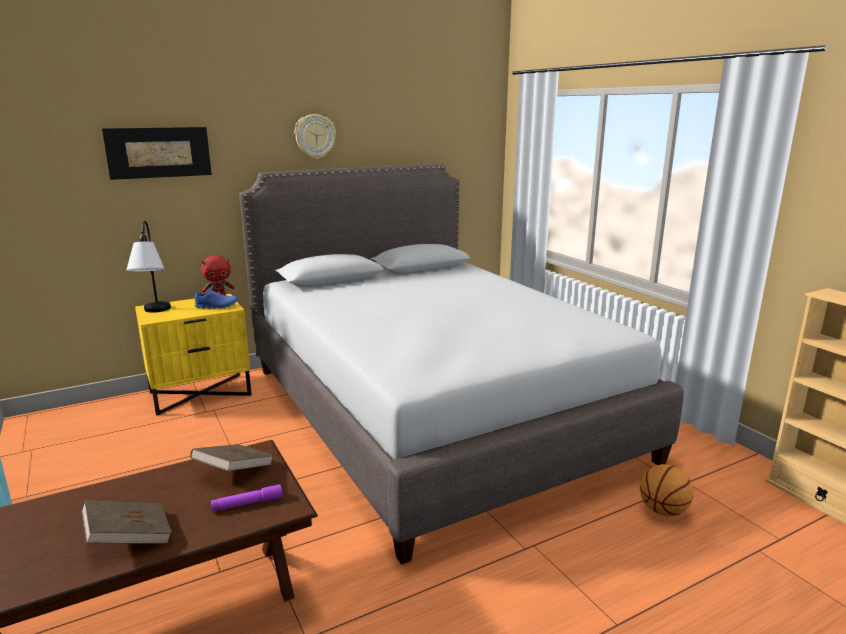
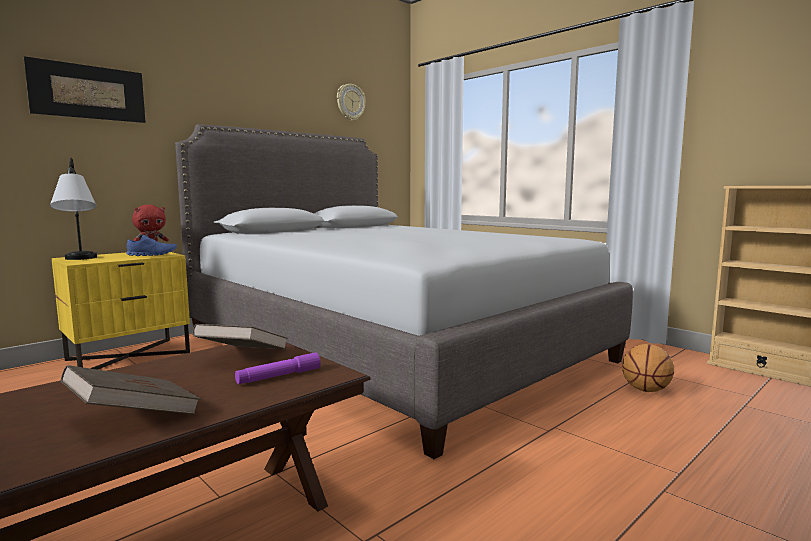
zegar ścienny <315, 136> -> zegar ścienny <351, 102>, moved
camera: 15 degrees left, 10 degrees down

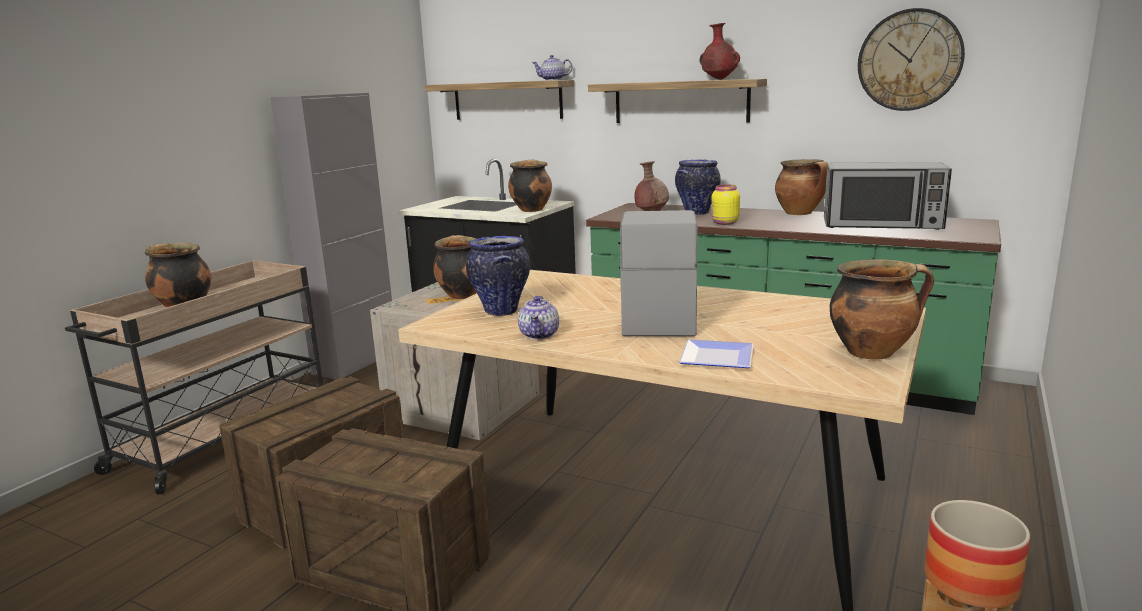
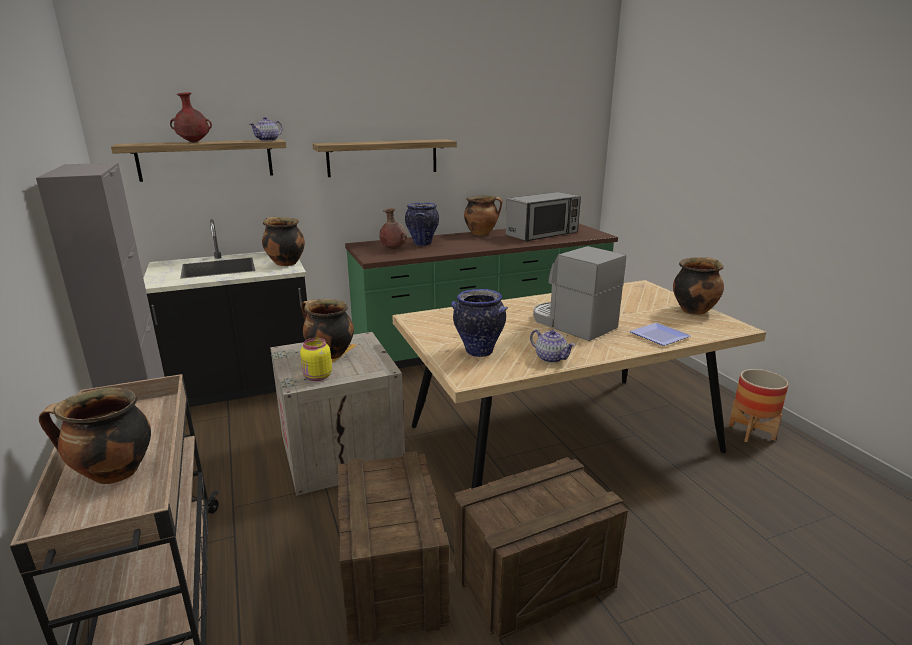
zegar ścienny <911, 59> -> none
wazon (czerwony) <719, 51> -> wazon (czerwony) <191, 117>, moved
słoik (żółty) <725, 204> -> słoik (żółty) <316, 359>, moved
camera: 50 degrees left, 5 degrees up

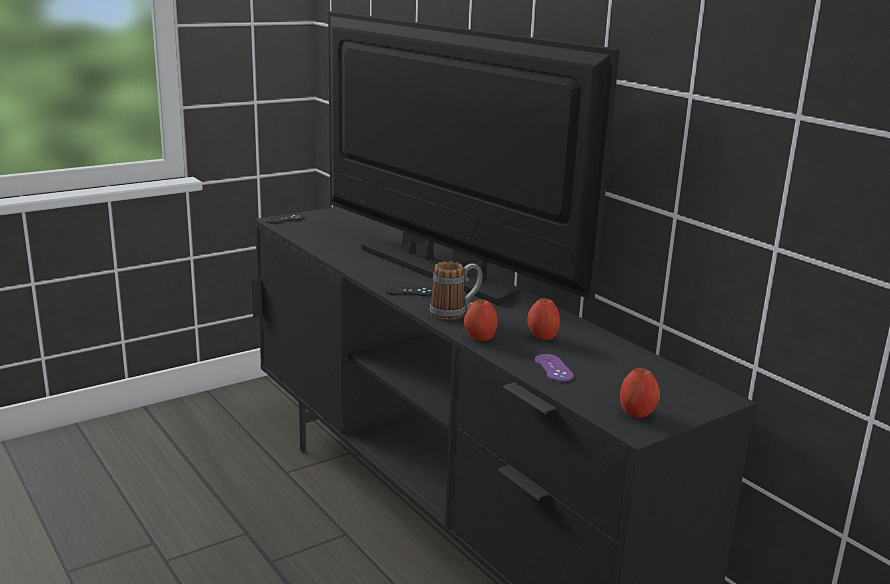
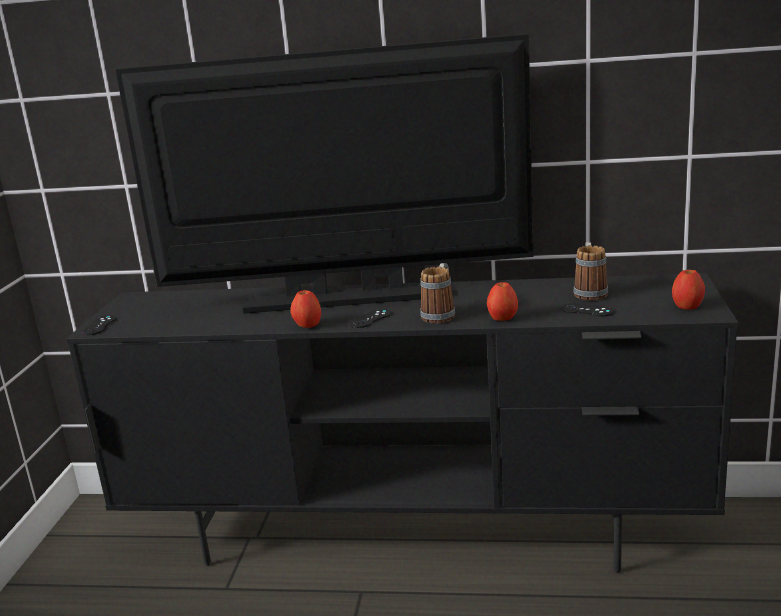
jabłko <543, 319> -> jabłko <305, 309>, moved
pad do gier (fioletowy) <554, 368> -> pad do gier (czarny) <587, 309>
none -> kubek <590, 271>
camera: 45 degrees left, 0 degrees up

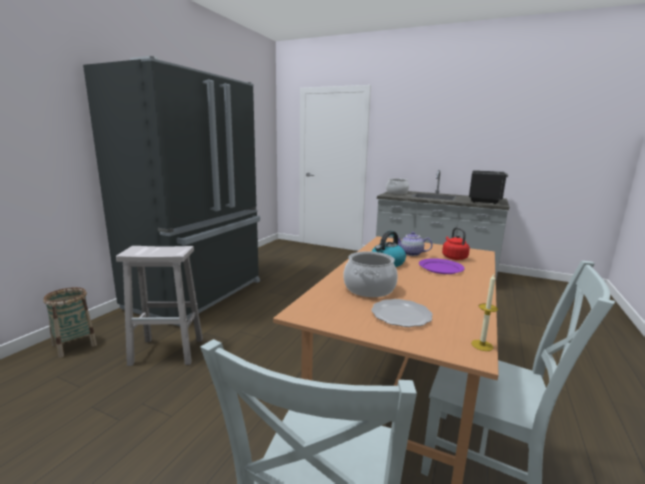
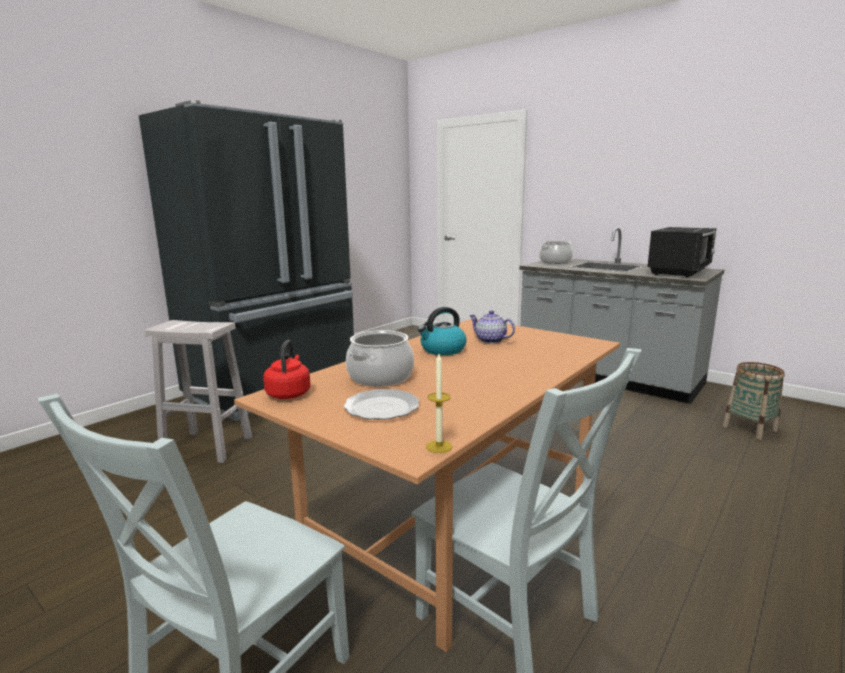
czajnik (czerwony) <456, 243> -> czajnik (czerwony) <286, 369>, moved
talerz (fioletowy) <442, 266> -> none
koszyk <70, 322> -> koszyk <754, 401>, moved
camera: 15 degrees right, 0 degrees up

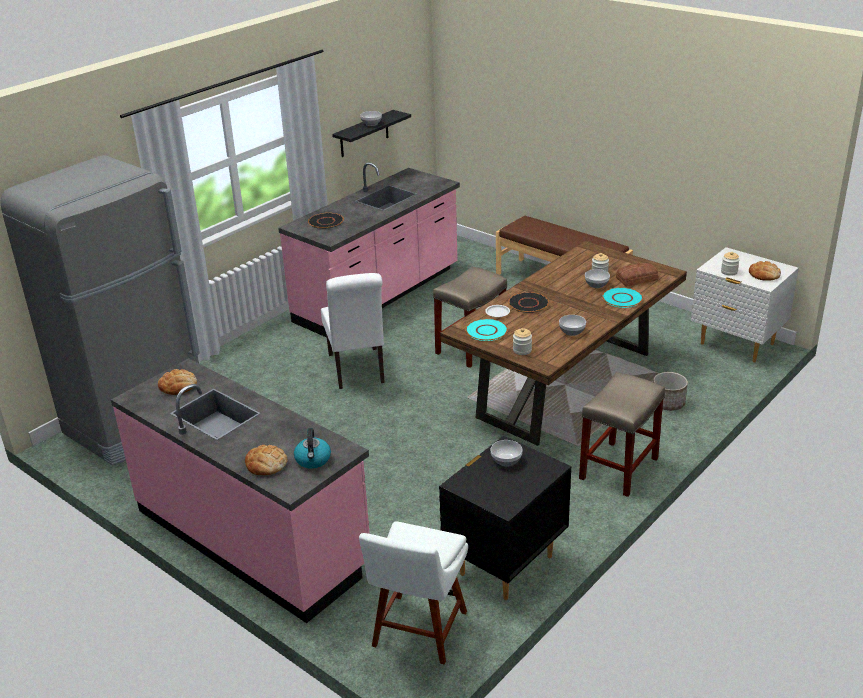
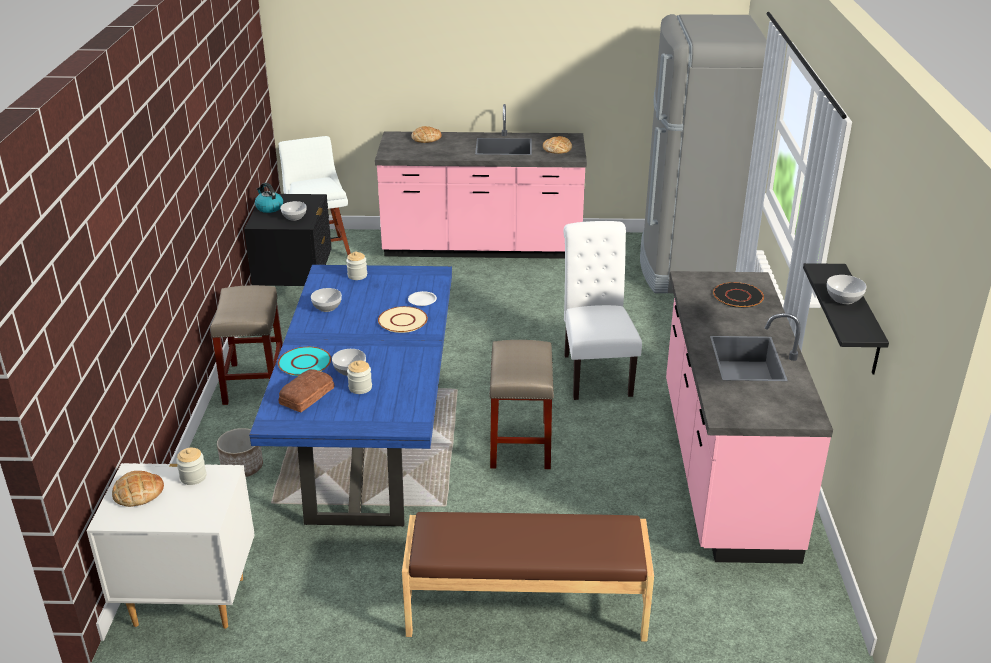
stół jadalny (brązowy) <563, 343> -> stół jadalny (niebieski) <350, 396>
krzesło (biały) <353, 331> -> krzesło (biały) <602, 310>, 45 degrees clockwise
talerz (czarny) <528, 302> -> talerz (beżowy) <403, 319>
talerz (turkusowy) <487, 330> -> none
czajnik <312, 448> -> czajnik <269, 198>, moved
camera: 140 degrees right, 0 degrees up

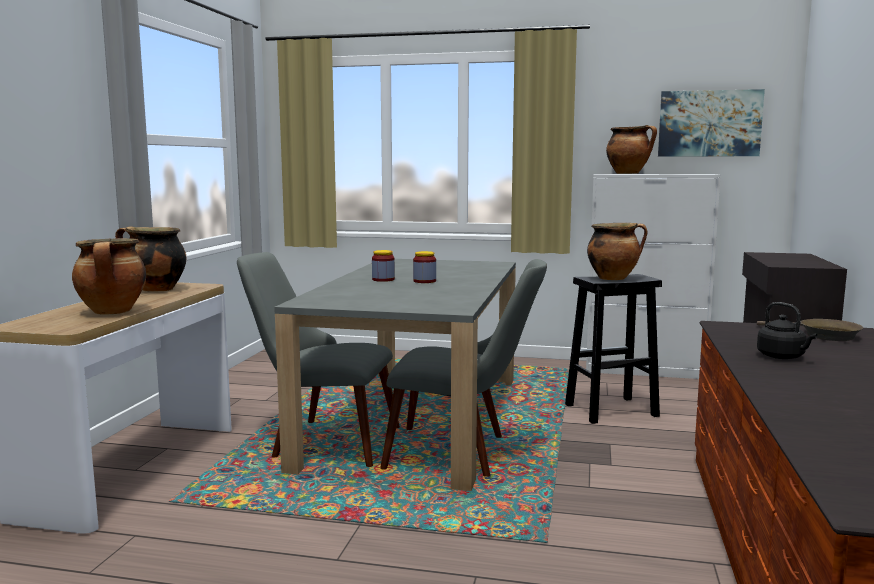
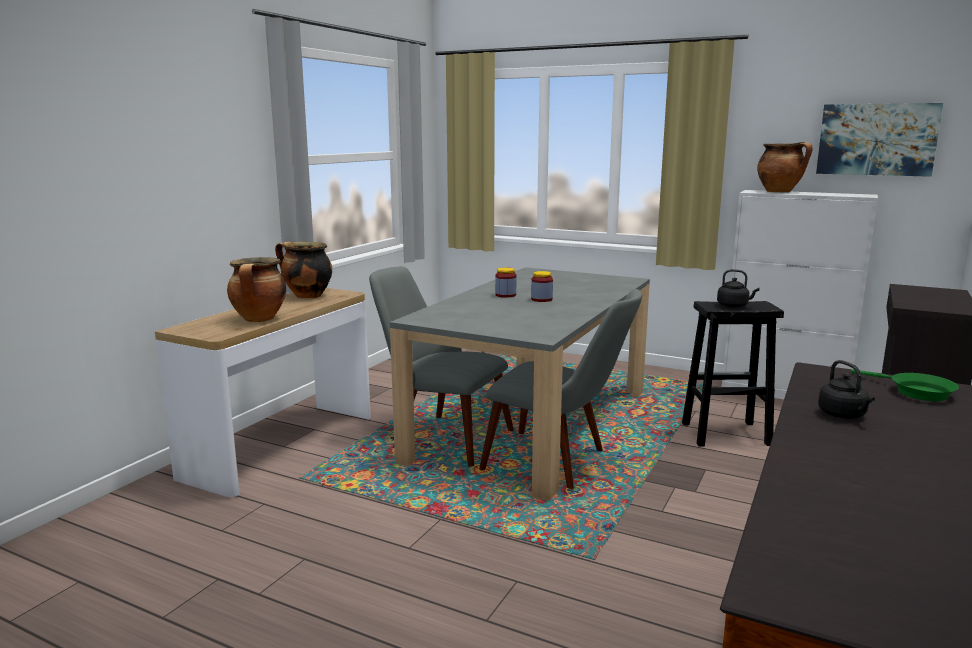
garnek <617, 251> -> czajnik (czarny) <738, 288>
patelnia (brązowy) <810, 330> -> patelnia (zielony) <905, 385>
camera: 15 degrees right, 5 degrees up

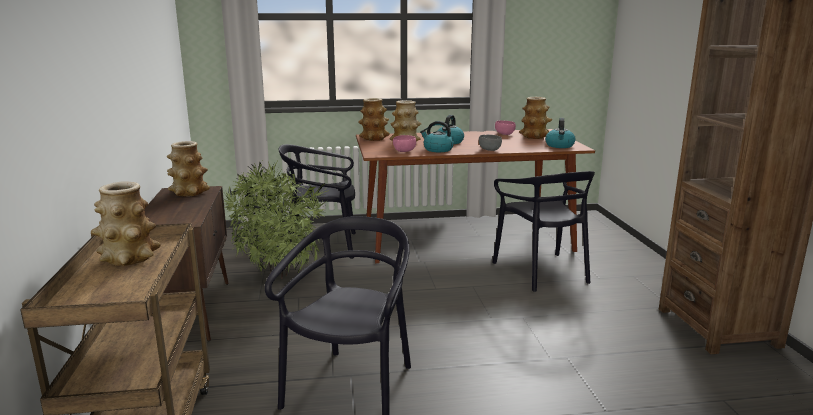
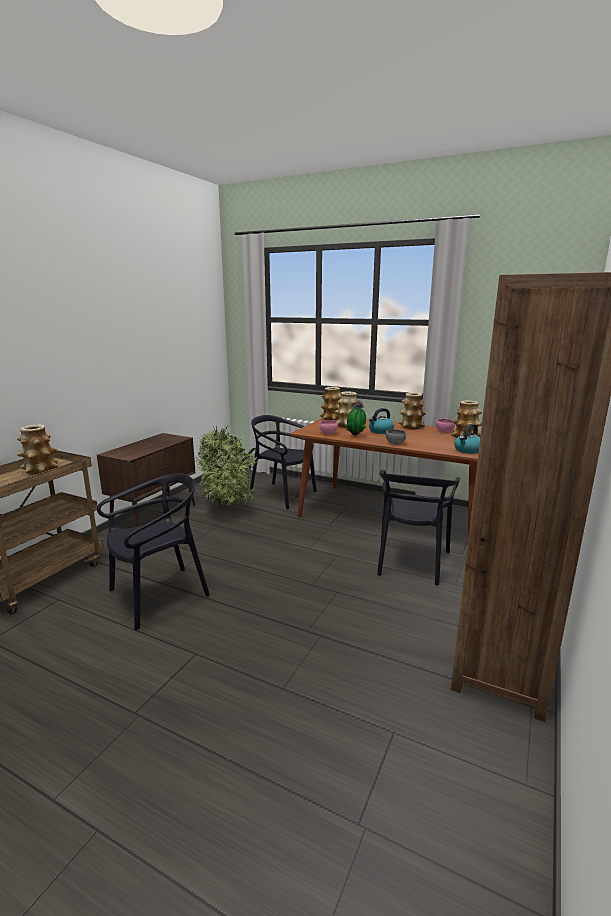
czajnik <437, 136> -> roślina doniczkowa <356, 418>
wazon <188, 169> -> wazon <412, 411>, moved
camera: 35 degrees right, 0 degrees up

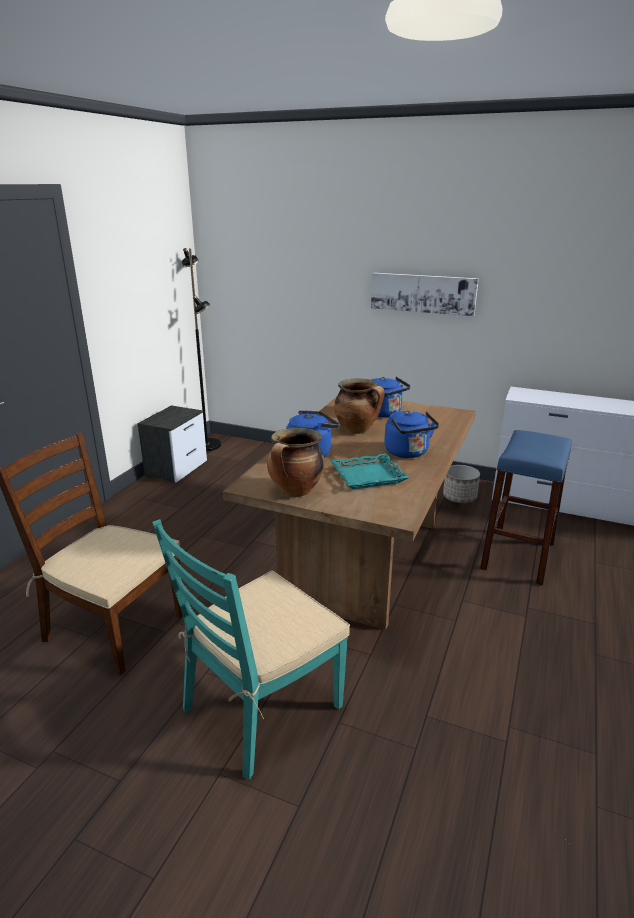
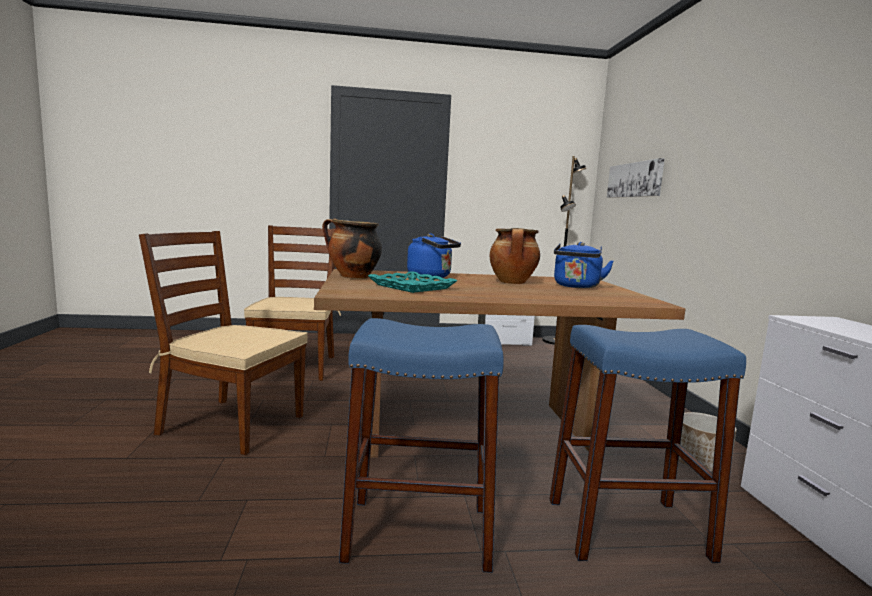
obraz <425, 294> -> obraz <636, 178>, moved
czajnik (niebieski) <411, 434> -> none
krzesło (turkusowy) <251, 649> -> krzesło (brązowy) <223, 343>
none -> stołek (niebieski) <421, 445>
camera: 60 degrees right, 15 degrees down

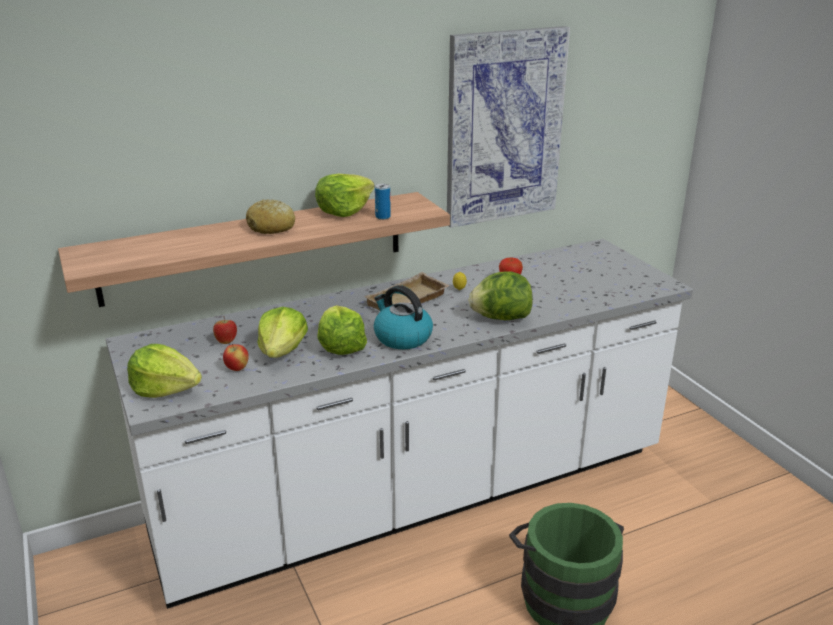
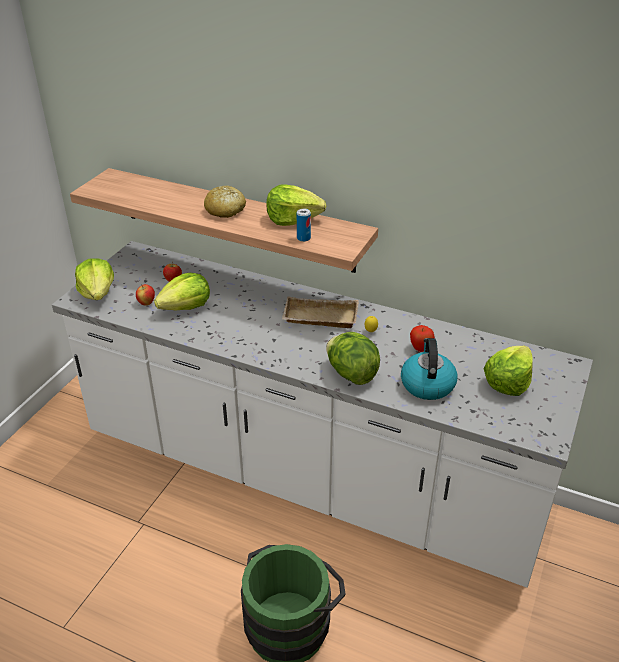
obraz <508, 127> -> none
czajnik <403, 317> -> czajnik <429, 369>, moved
sałata <342, 330> -> sałata <508, 371>, moved
camera: 50 degrees right, 10 degrees up

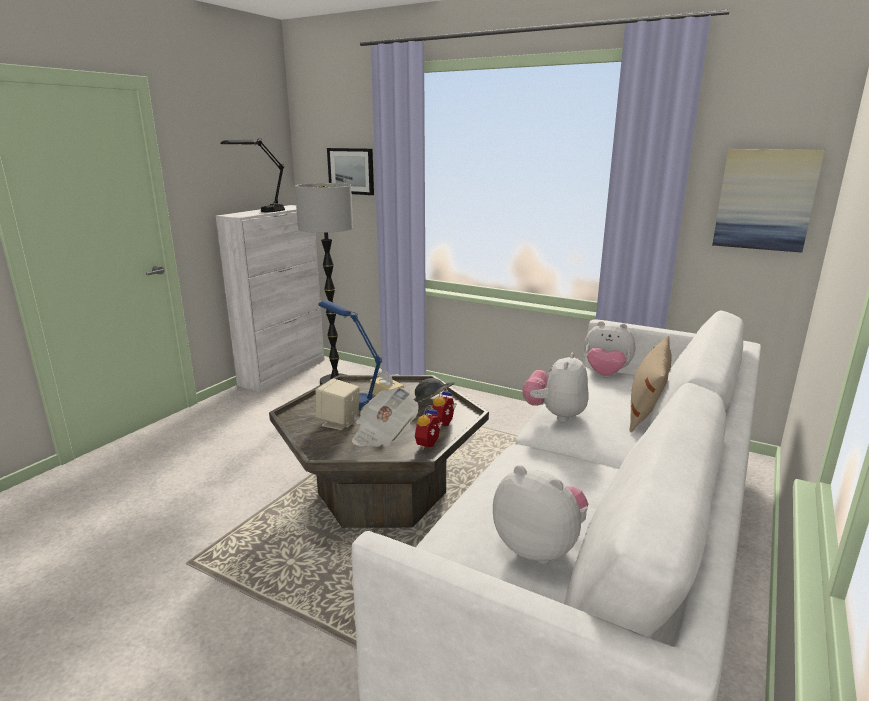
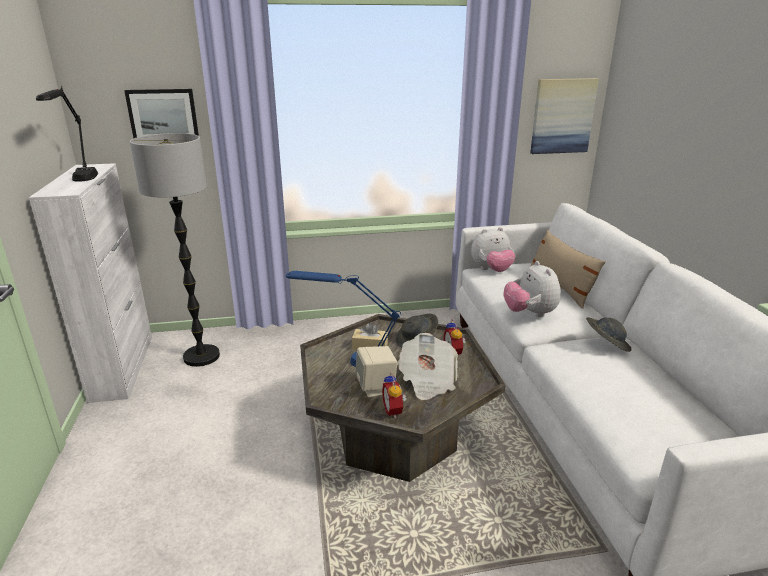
budzik <429, 427> -> budzik <394, 395>, moved
pluszak <540, 514> -> none
none -> kapelusz (szary) <608, 334>
camera: 40 degrees left, 5 degrees up

